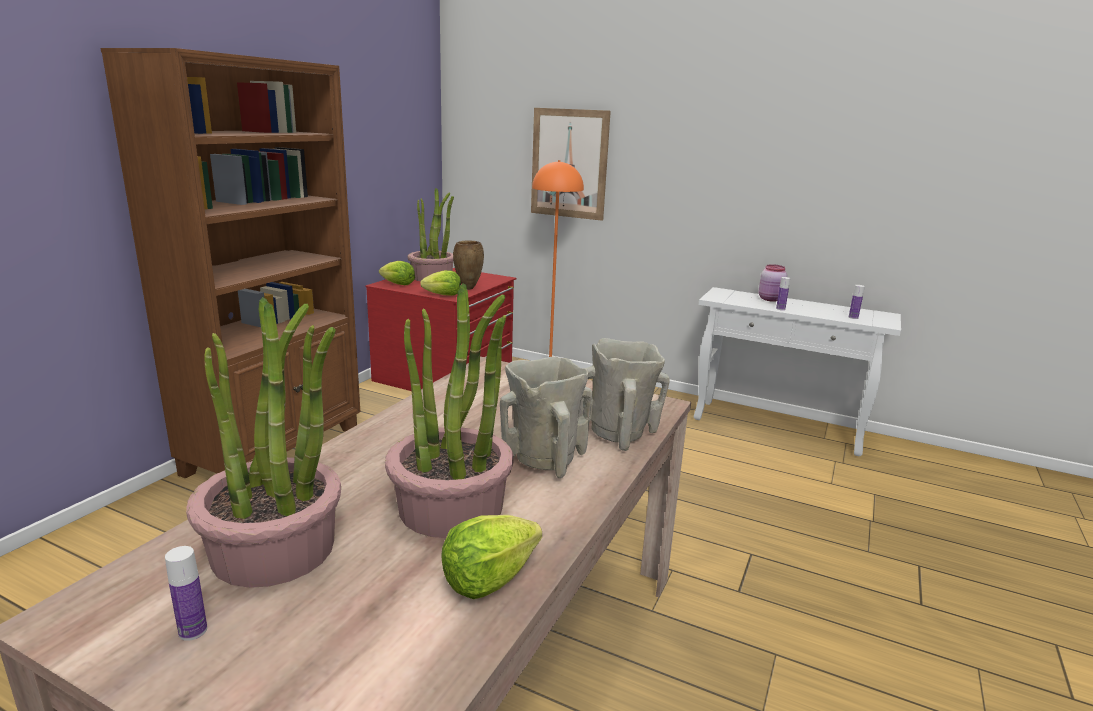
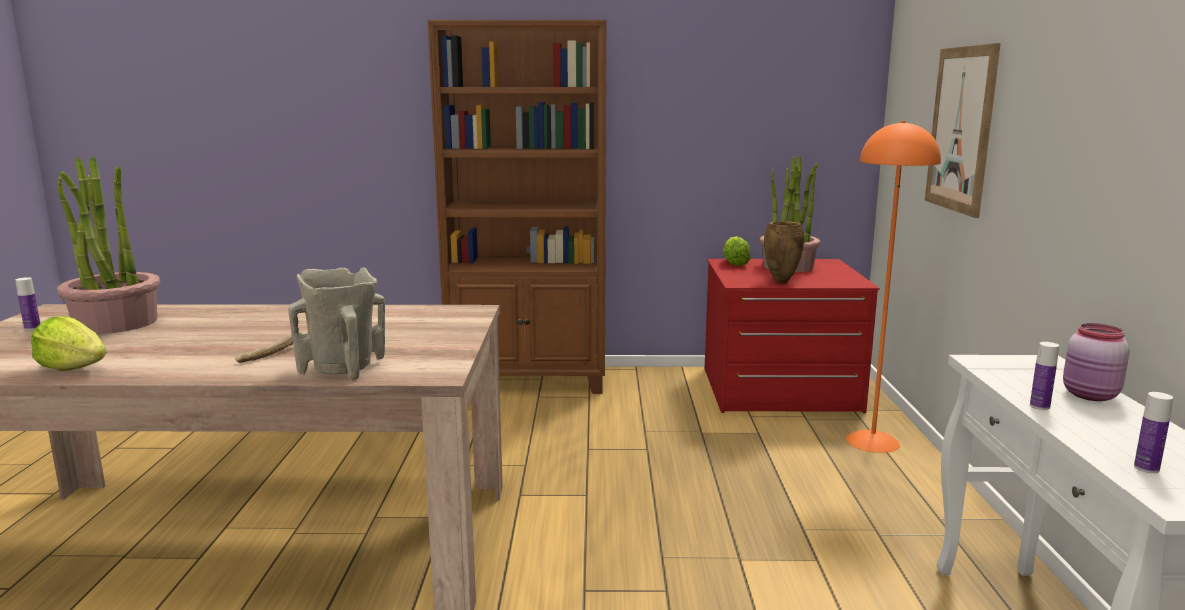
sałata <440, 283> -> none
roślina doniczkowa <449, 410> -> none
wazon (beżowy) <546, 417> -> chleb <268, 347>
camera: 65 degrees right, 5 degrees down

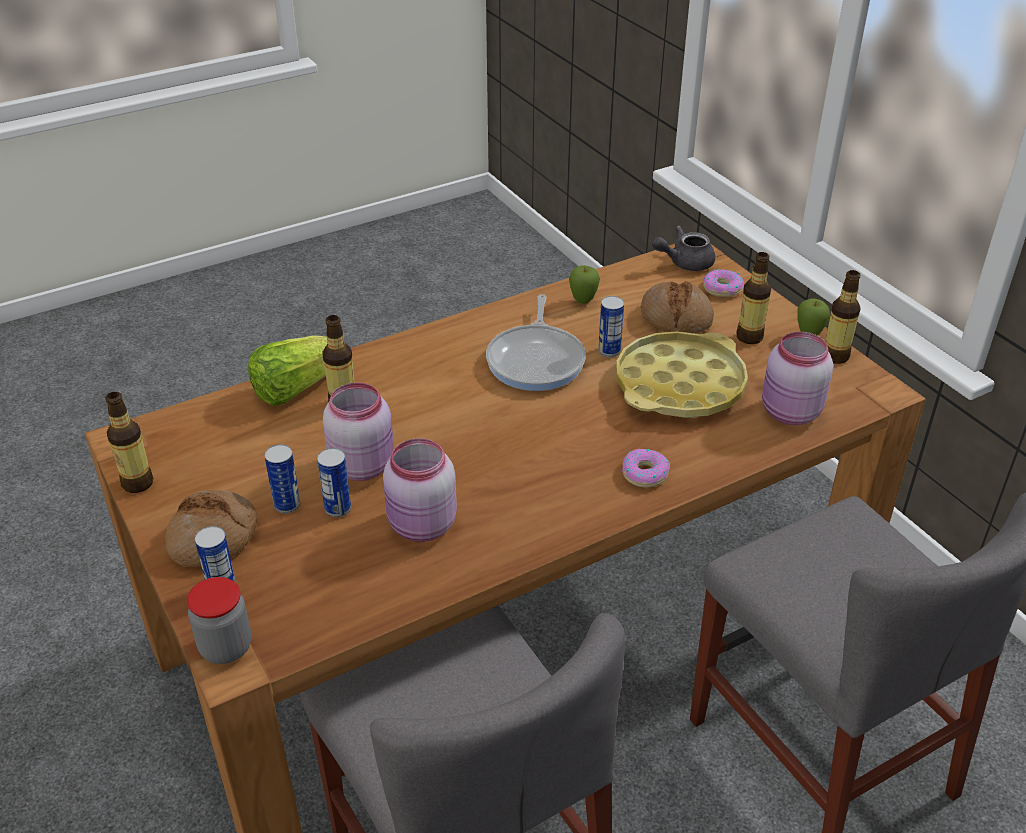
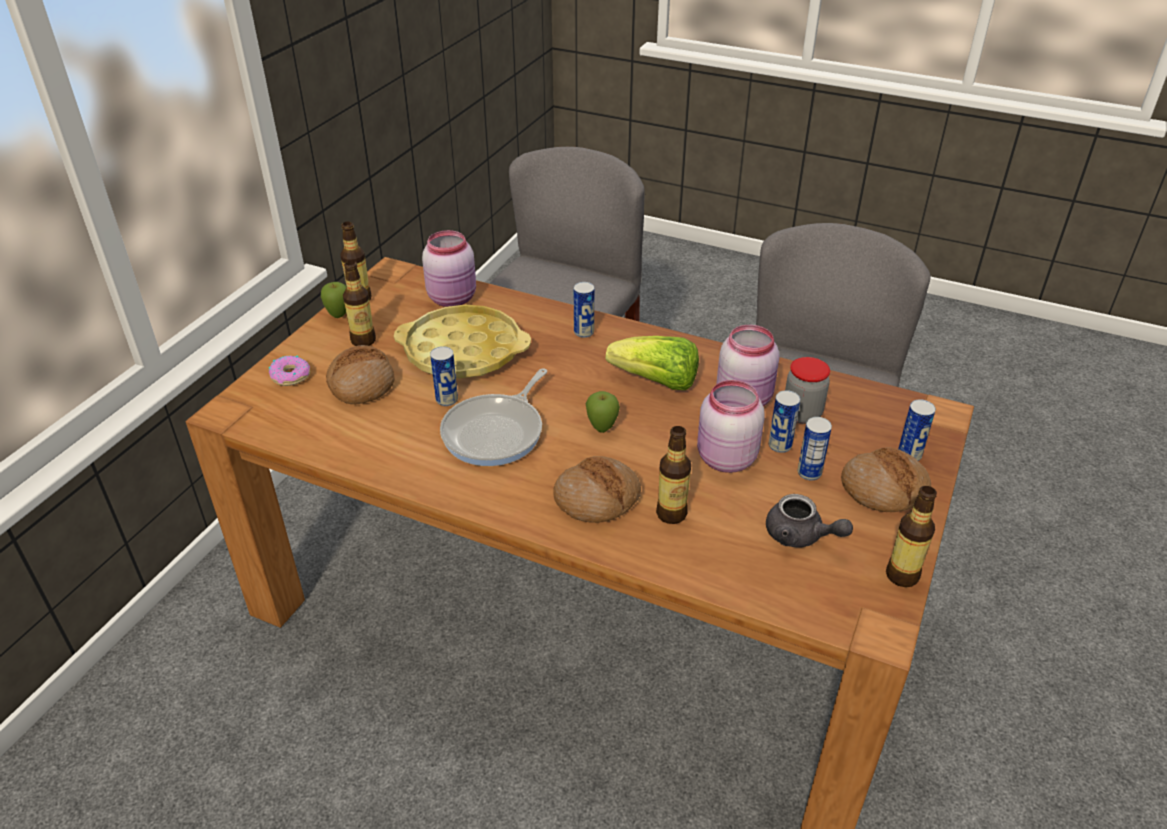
imbryk (szary) <683, 248> -> imbryk (szary) <809, 520>, moved
jabłko <584, 284> -> jabłko <603, 412>, moved
patelnia <536, 342> -> patelnia <493, 417>, 150 degrees clockwise
sałata <287, 370> -> sałata <652, 363>, moved
donut <646, 468> -> puszka <584, 310>
słoik <219, 620> -> słoik <807, 390>, moved
none -> chleb <597, 489>
camera: 125 degrees left, 0 degrees up

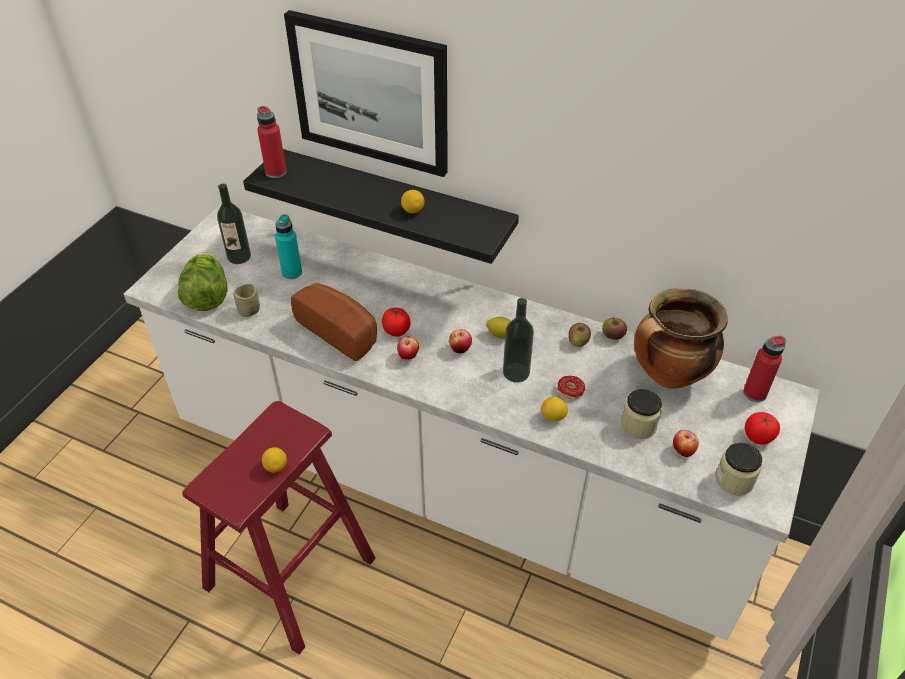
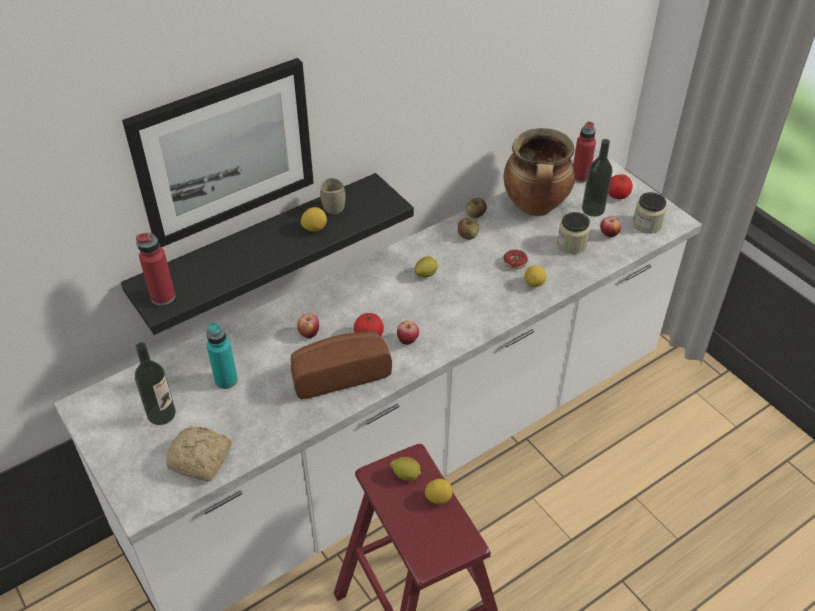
sałata <203, 282> -> chleb <198, 453>
filiżanka <246, 300> -> filiżanka <333, 196>, moved
butelka <518, 340> -> butelka <597, 178>, moved
jabłko <460, 341> -> jabłko <308, 326>, moved
none -> cytryna <406, 469>
camera: 60 degrees left, 0 degrees up

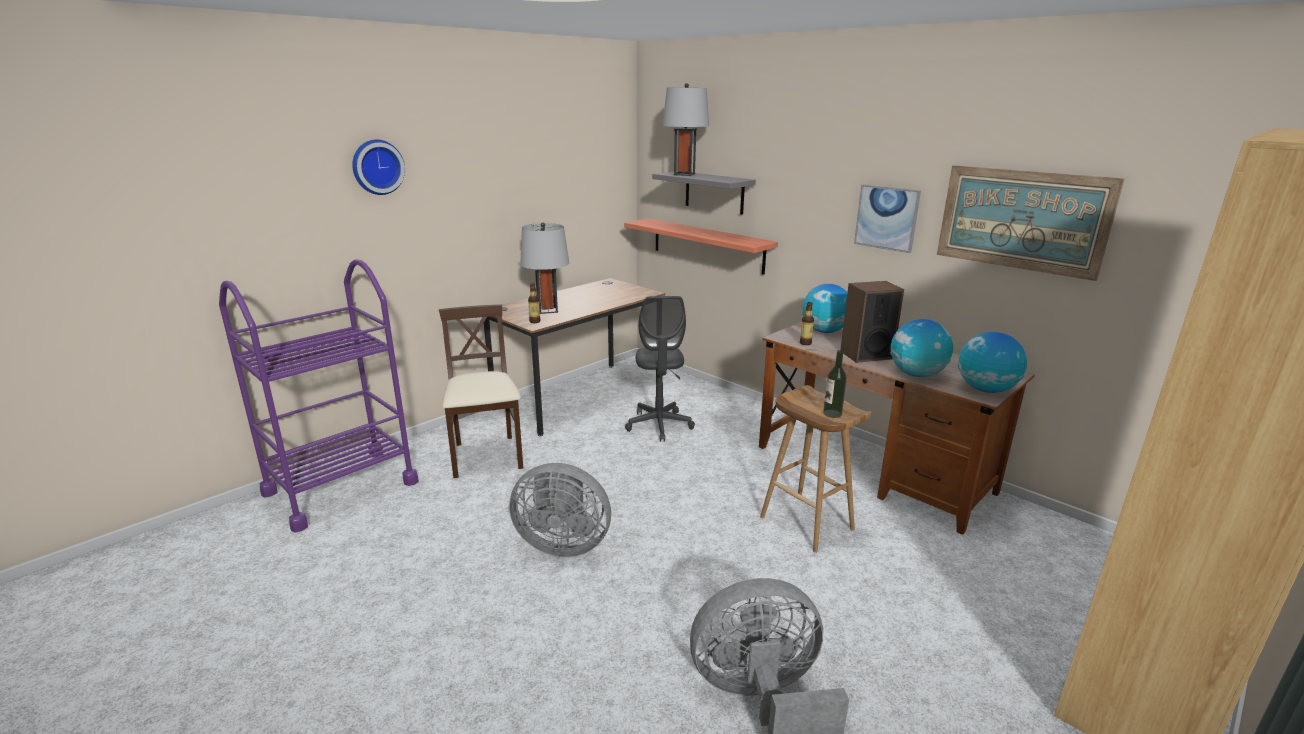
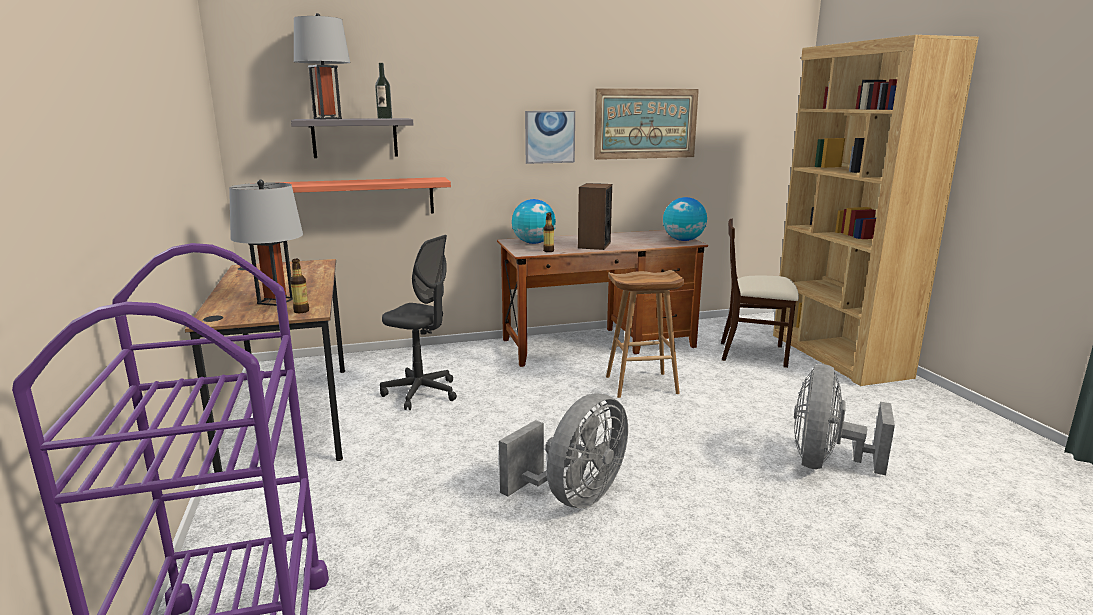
zegar ścienny <378, 167> -> none
krzesło (beżowy) <481, 391> -> krzesło (beżowy) <760, 293>, moved
globus <921, 348> -> none
butelka <835, 384> -> butelka <383, 91>, moved
camera: 60 degrees left, 5 degrees down

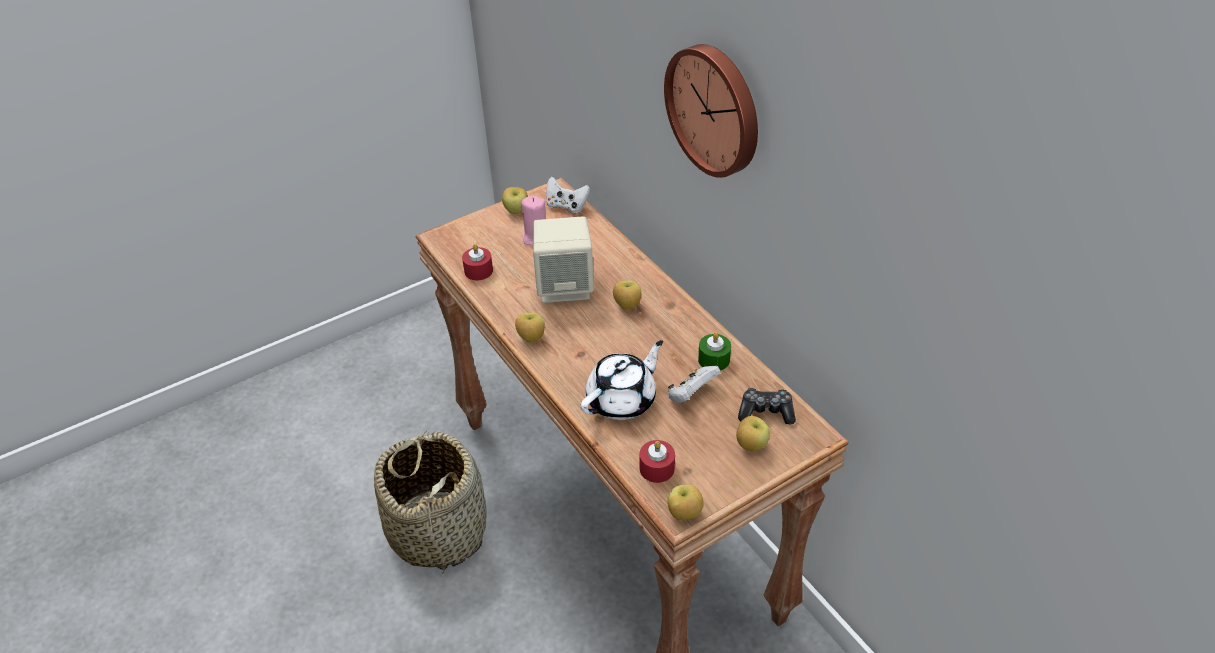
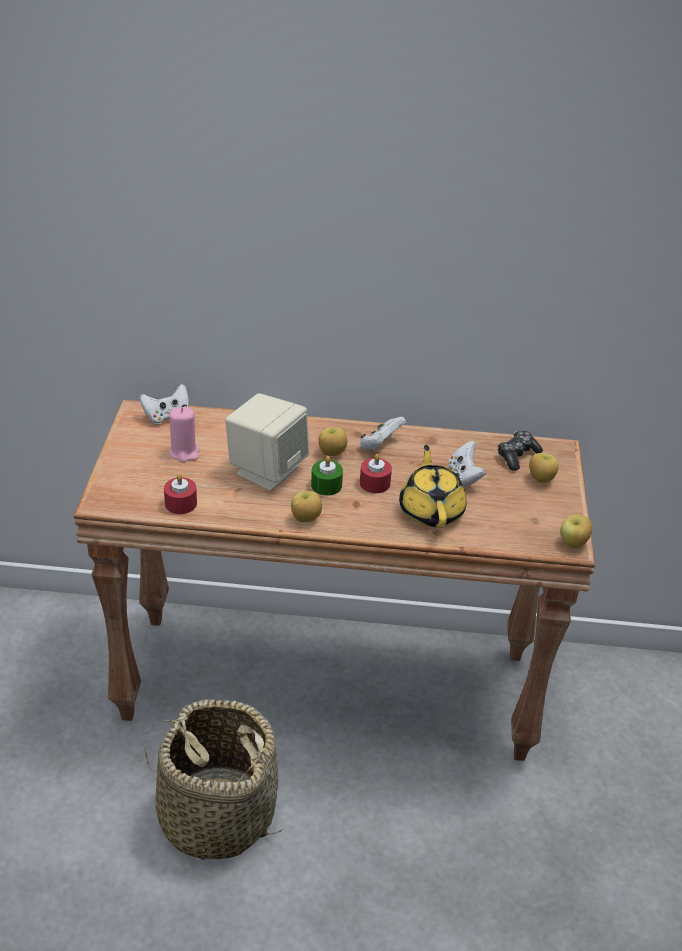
zegar ścienny <711, 111> -> none
jabłko <515, 200> -> none
świeca (zielony) <714, 351> -> świeca (zielony) <327, 476>, moved
imbryk (biały) <622, 380> -> imbryk (żółty) <433, 486>
świeca (czerwony) <657, 461> -> świeca (czerwony) <376, 473>, moved
none -> pad do gier (biały) <383, 434>
camera: 55 degrees left, 5 degrees down

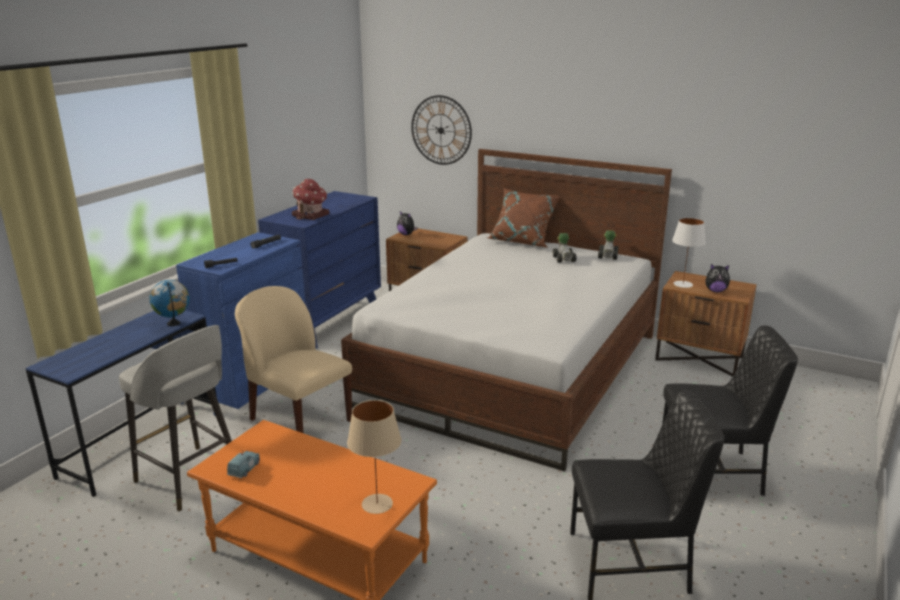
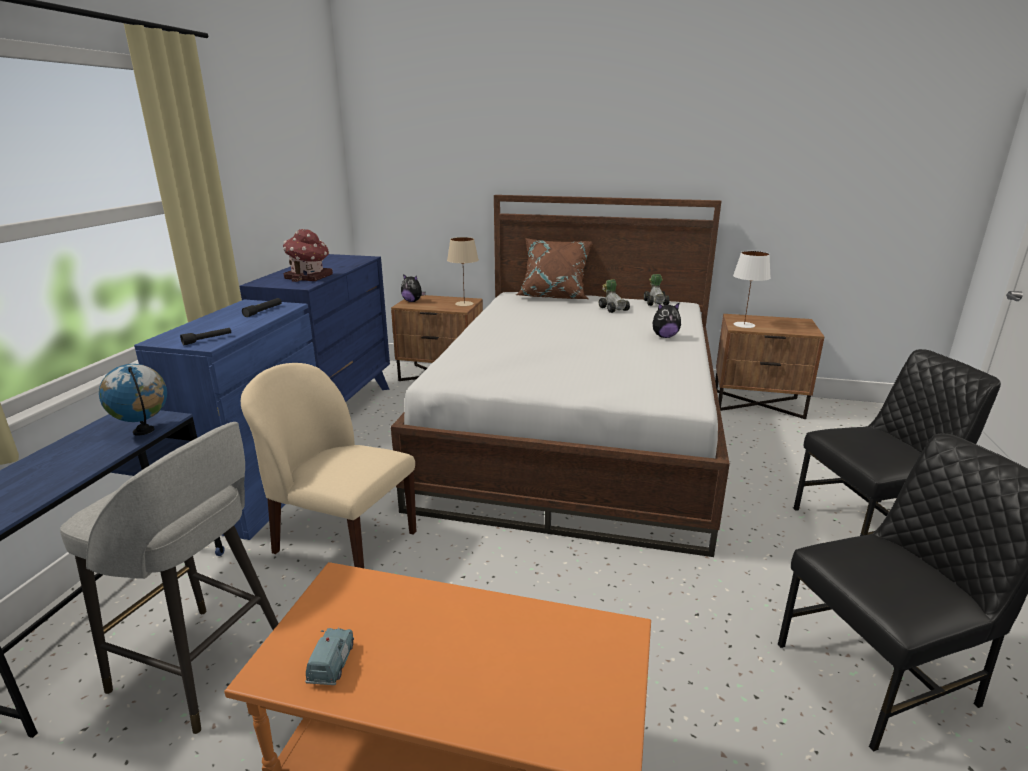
zegar ścienny <441, 130> -> none
pluszak <717, 278> -> pluszak <666, 320>, moved
lampa stołowa (beżowy) <374, 457> -> lampa stołowa (beżowy) <463, 271>, moved
camera: 15 degrees left, 0 degrees up

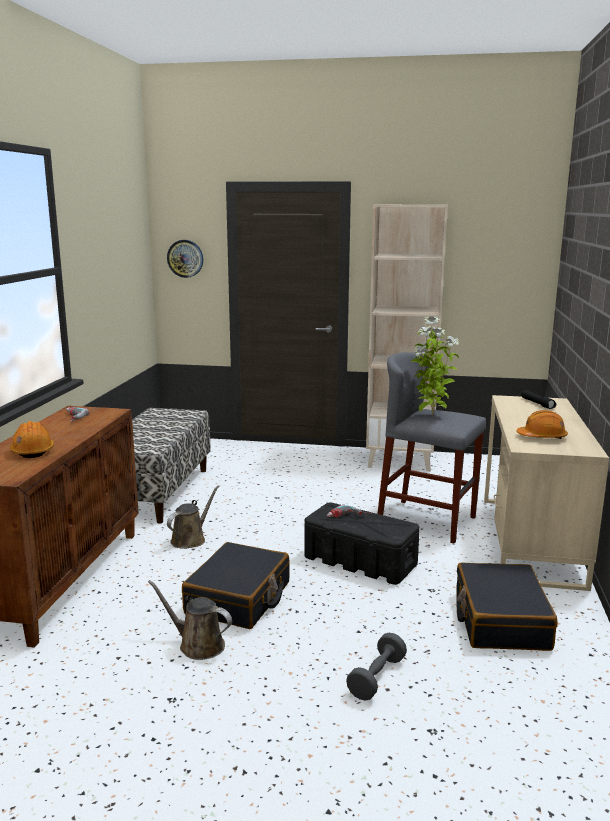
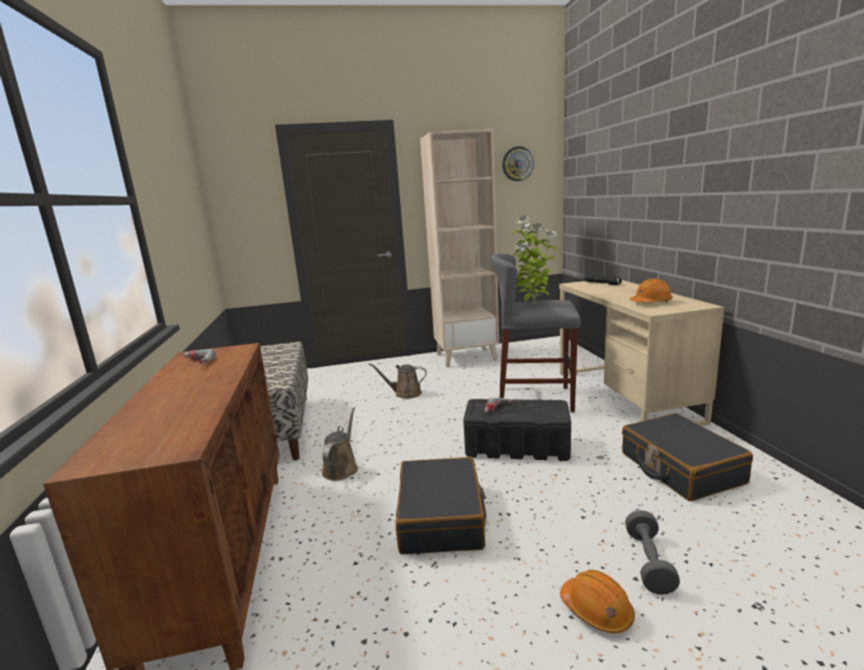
zegar ścienny <185, 259> -> zegar ścienny <518, 163>, moved
kask (pomarańczowy) <32, 439> -> kask (pomarańczowy) <597, 602>, moved
konewka (brązowy) <190, 620> -> konewka (brązowy) <398, 381>, moved
camera: 20 degrees left, 0 degrees up

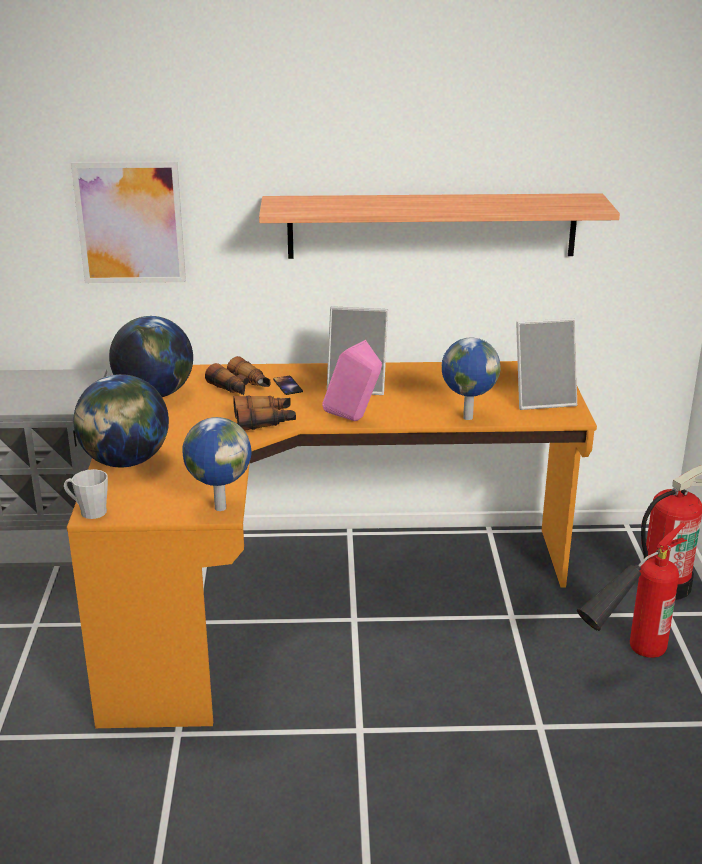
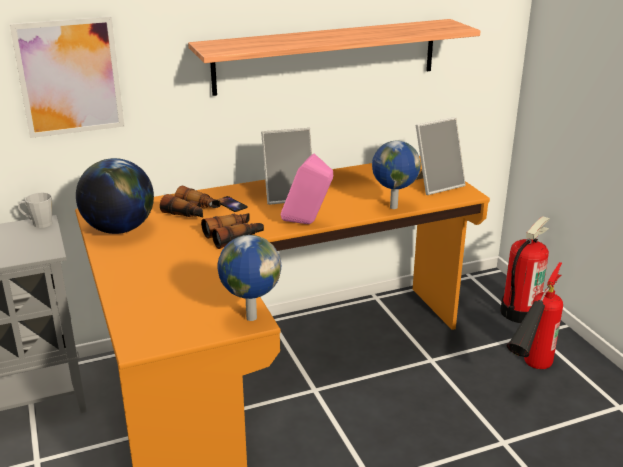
globus <121, 420> -> none
kubek (szary) <86, 494> -> kubek (szary) <35, 210>, moved
camera: 20 degrees left, 0 degrees up

